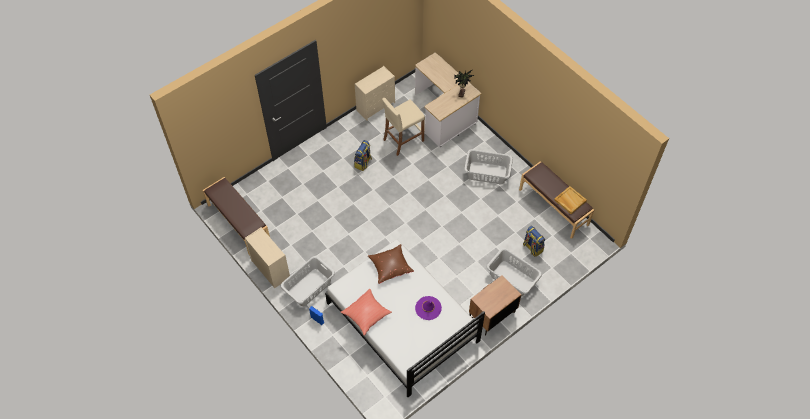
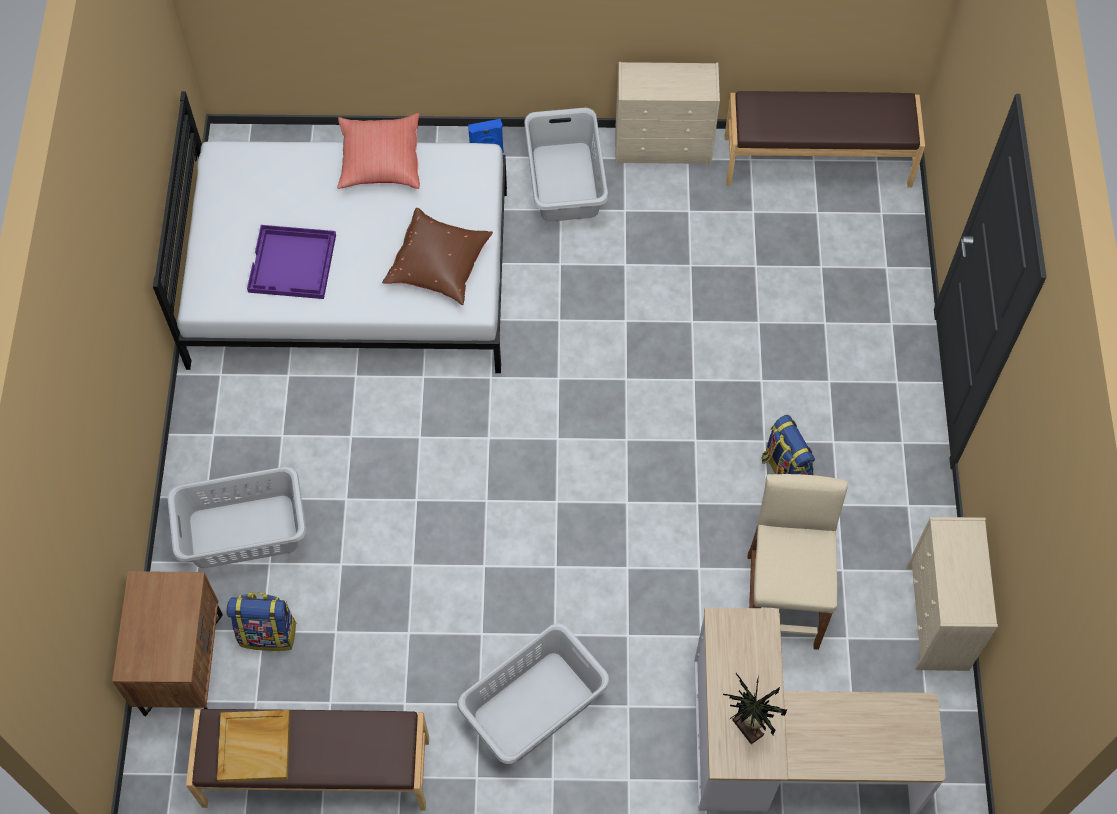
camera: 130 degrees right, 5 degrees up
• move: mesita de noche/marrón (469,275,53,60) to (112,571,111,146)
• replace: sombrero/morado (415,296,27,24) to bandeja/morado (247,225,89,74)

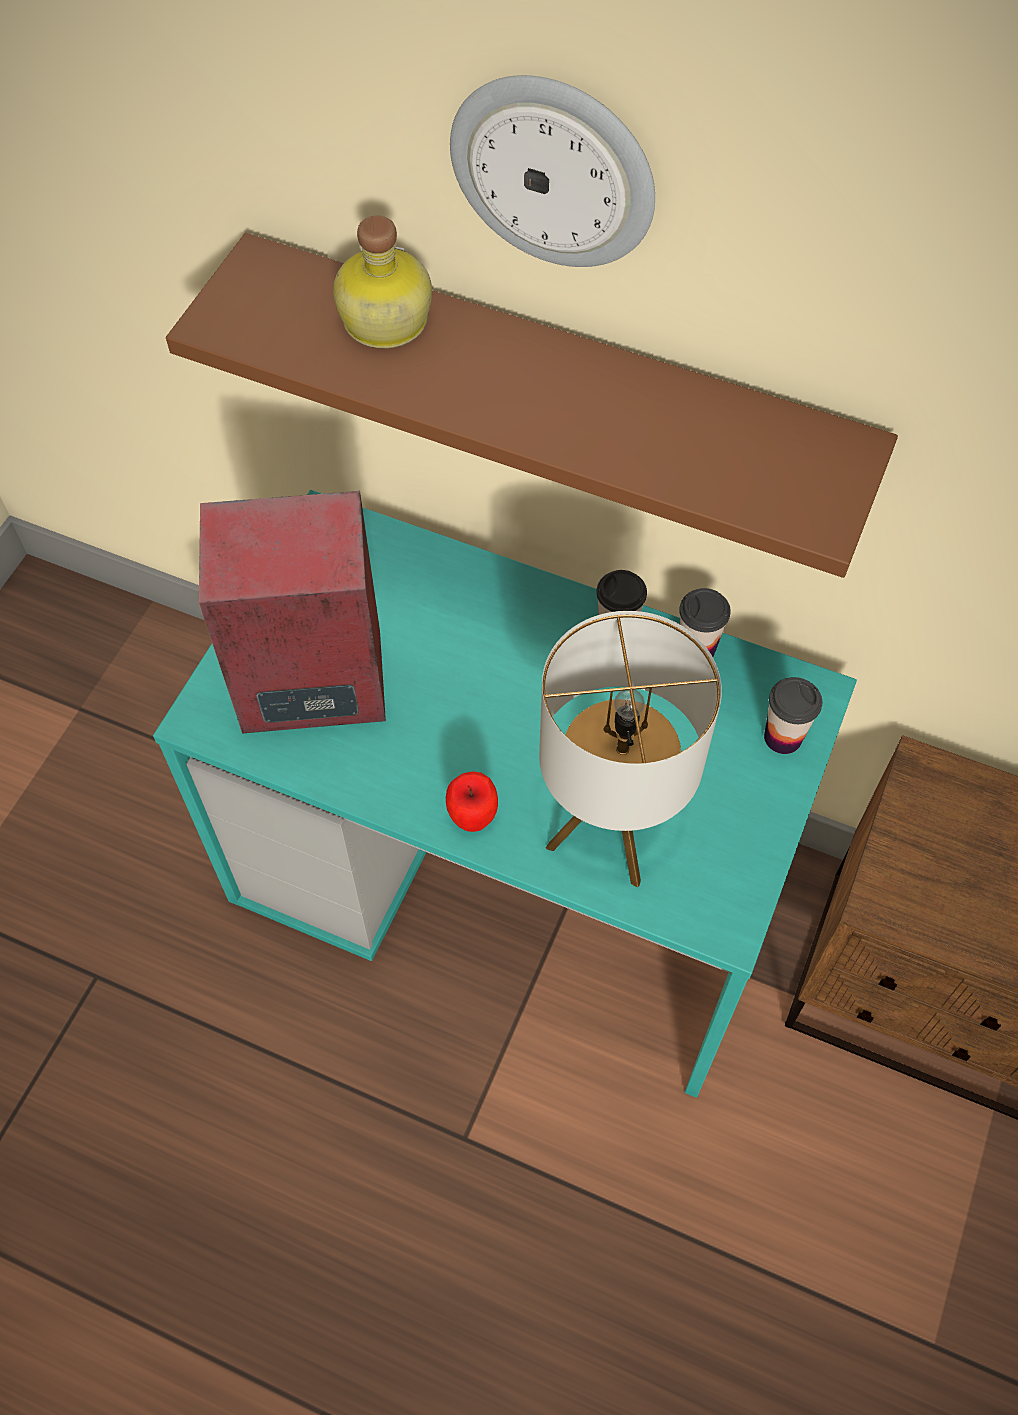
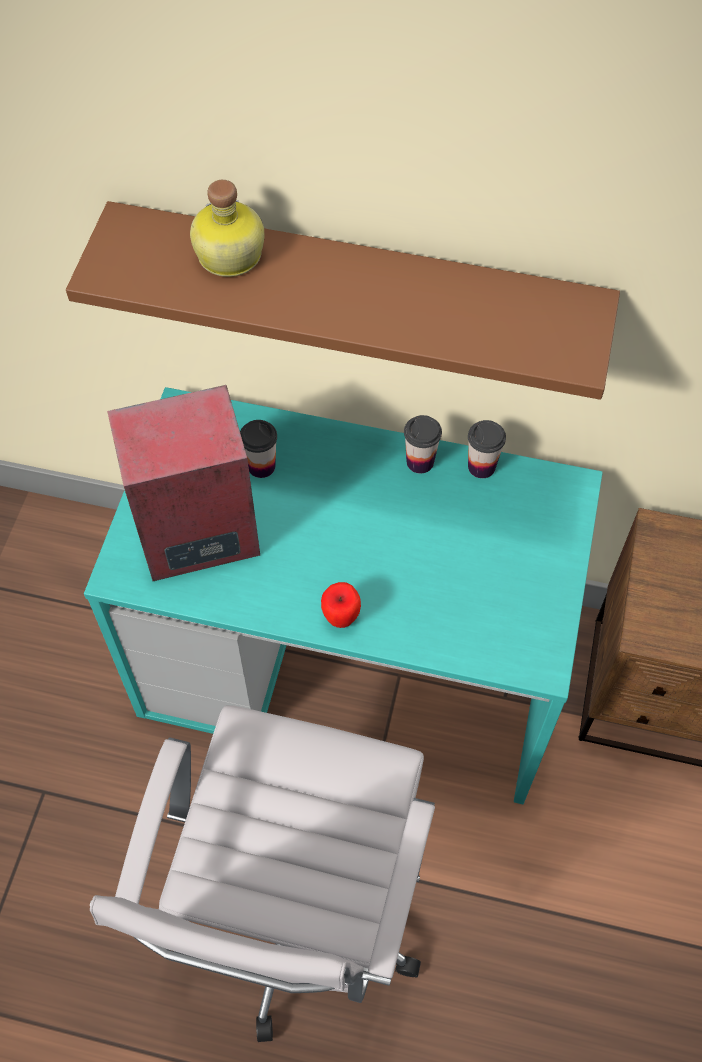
camera: 10 degrees left, 0 degrees up
• delete: reloj de pared (450,75,205,192)
• delete: lámpara de mesa (539,611,183,276)
• move: taza (764,677,58,77) to (240,420,37,58)
• insert: silla de oficina/blanco (90,705,345,337)

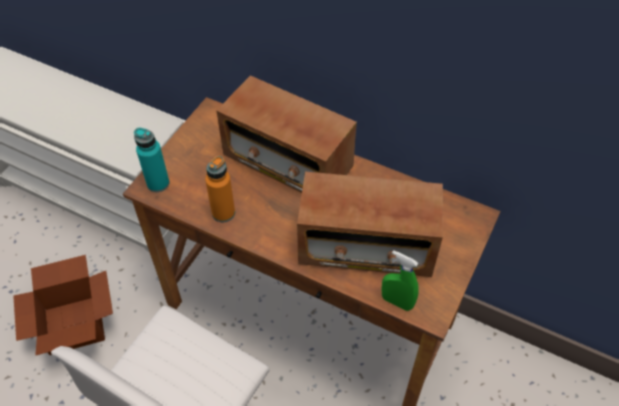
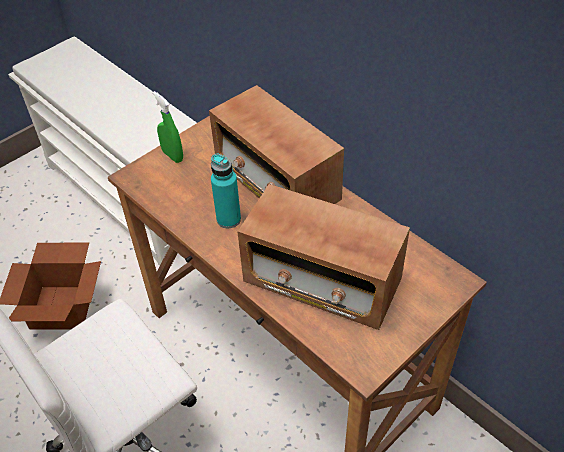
camera: 20 degrees right, 5 degrees down
• move: botella/turquesa (134,128,35,64) to (211,154,30,74)
• delete: botella/naranja (205,156,30,66)
• move: pulverizador/verde (382,250,37,61) to (153,91,30,72)

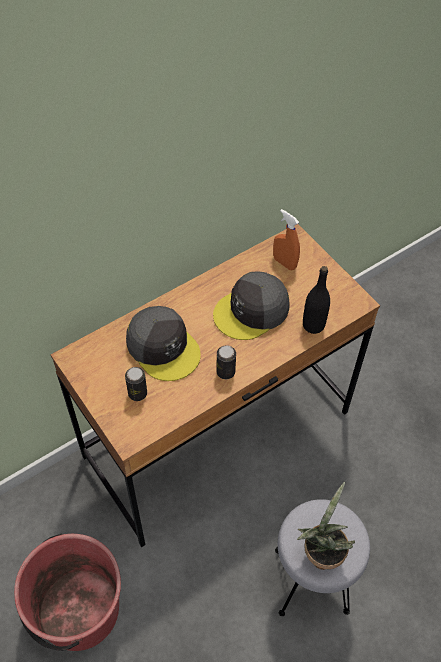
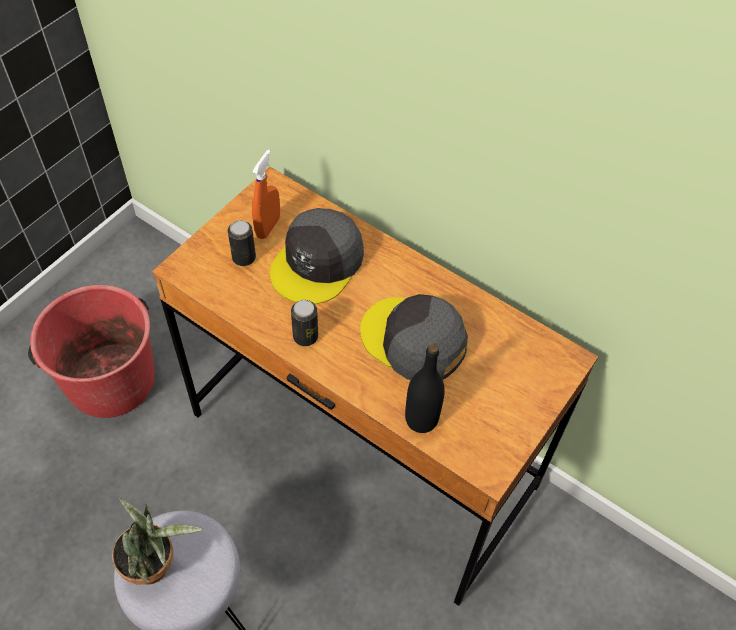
camera: 70 degrees right, 0 degrees up
• move: pulverizador/naranja (273,209,27,61) to (252,149,28,90)

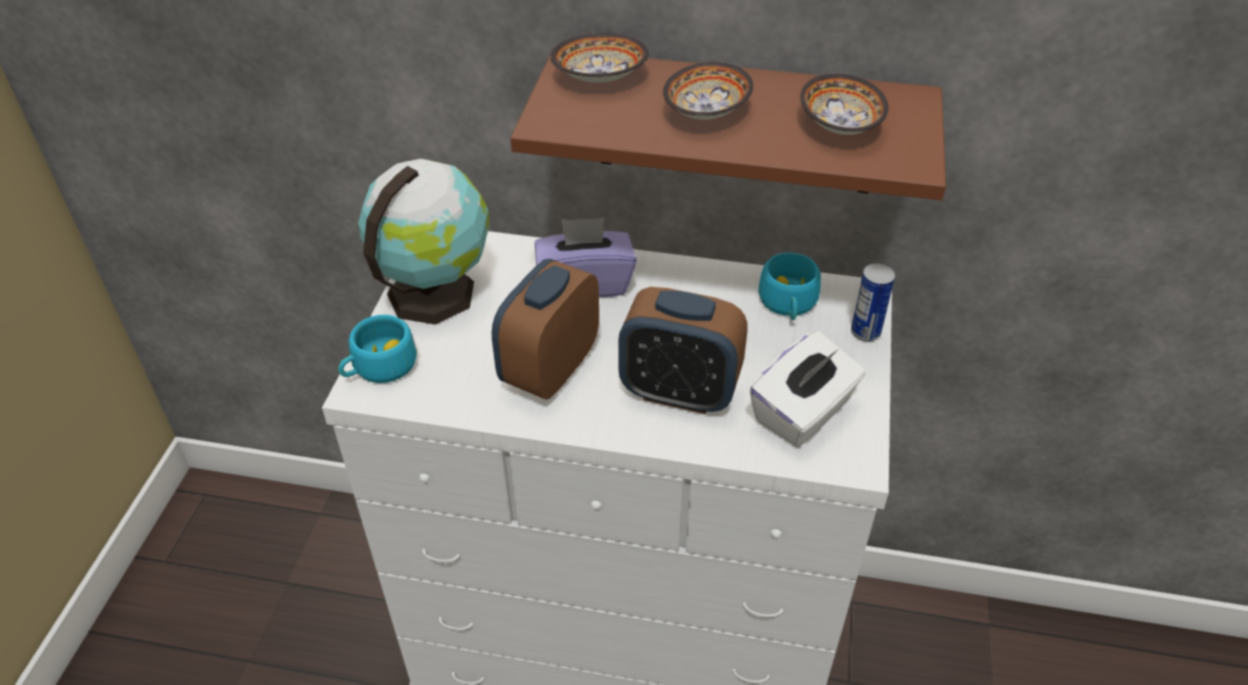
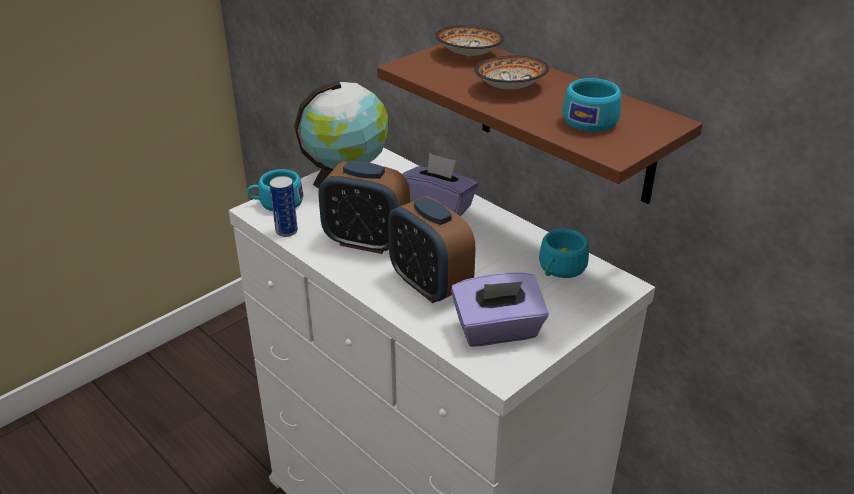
camera: 35 degrees right, 10 degrees down
• replace: cuenco (800,73,89,62) to taza/turquesa (563,78,58,54)
• rotate: despertador (492,259,107,141) = (319,161,91,93) 135 degrees counterclockwise
• move: lata (851,263,44,78) to (270,176,28,61)
• recolor: caja de pañuelos/blanco (749,331,117,116) to caja de pañuelos/morado (451,272,98,75)

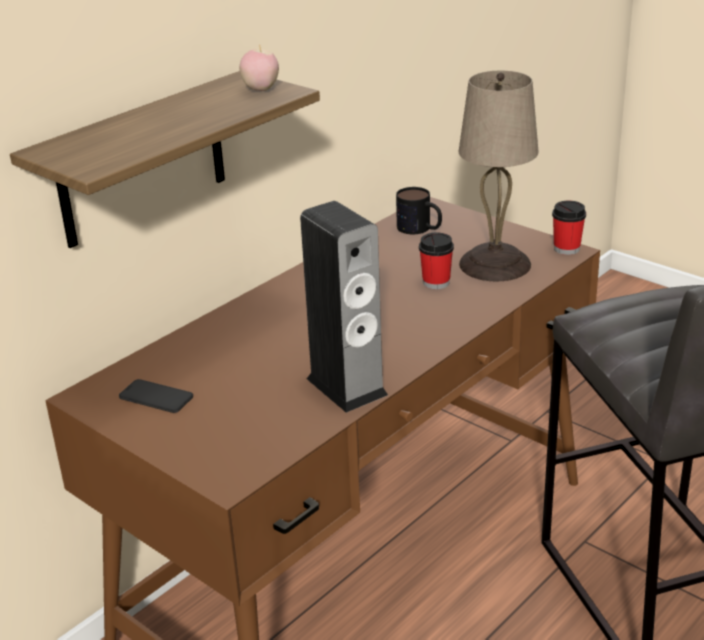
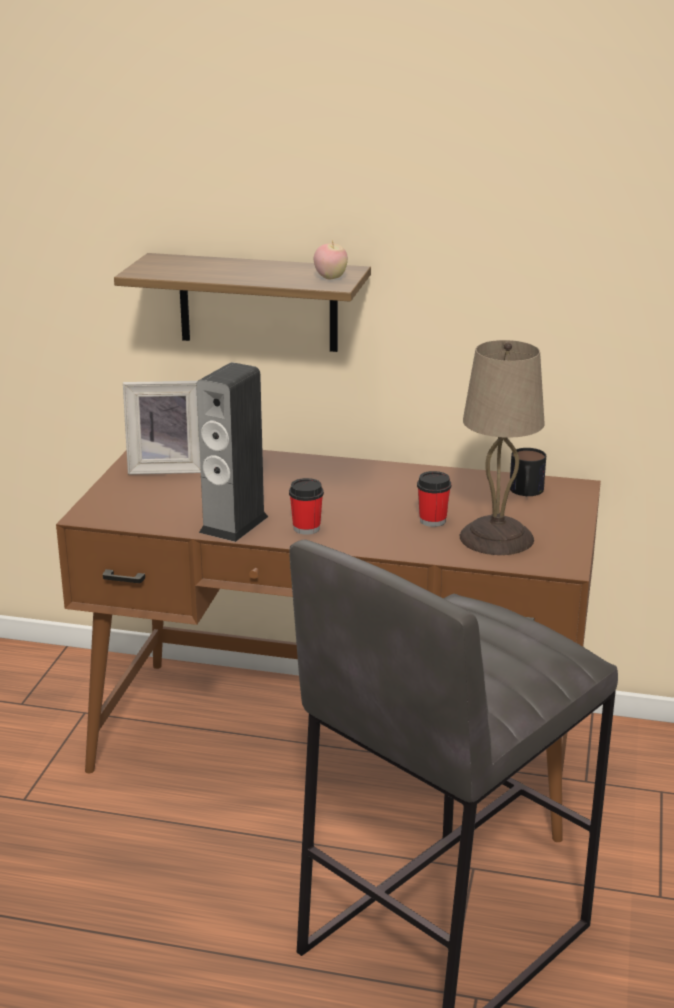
camera: 60 degrees right, 5 degrees down
• move: taza (552,201,34,54) to (289,478,35,57)
• replace: móvil (119,379,74,34) to portarretratos (123,381,78,94)

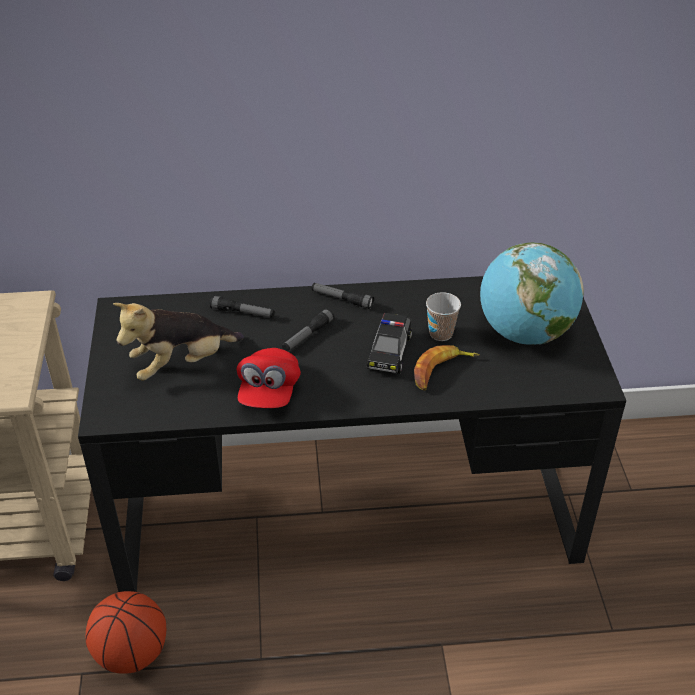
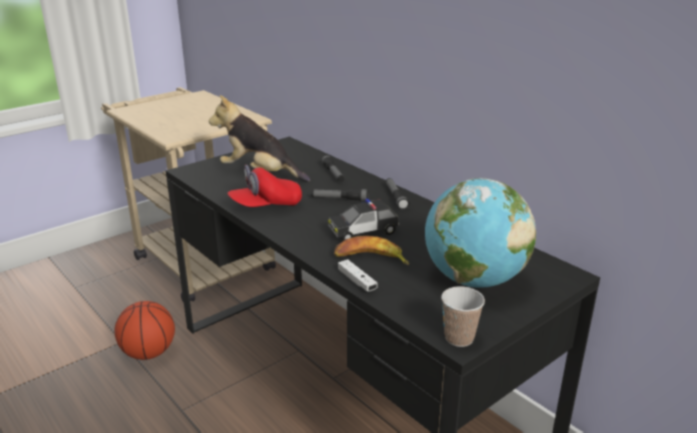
camera: 55 degrees right, 15 degrees down
• move: taza (426,292,35,49) to (441,286,44,61)
• insert: mando de consola/blanco (338,259,40,33)

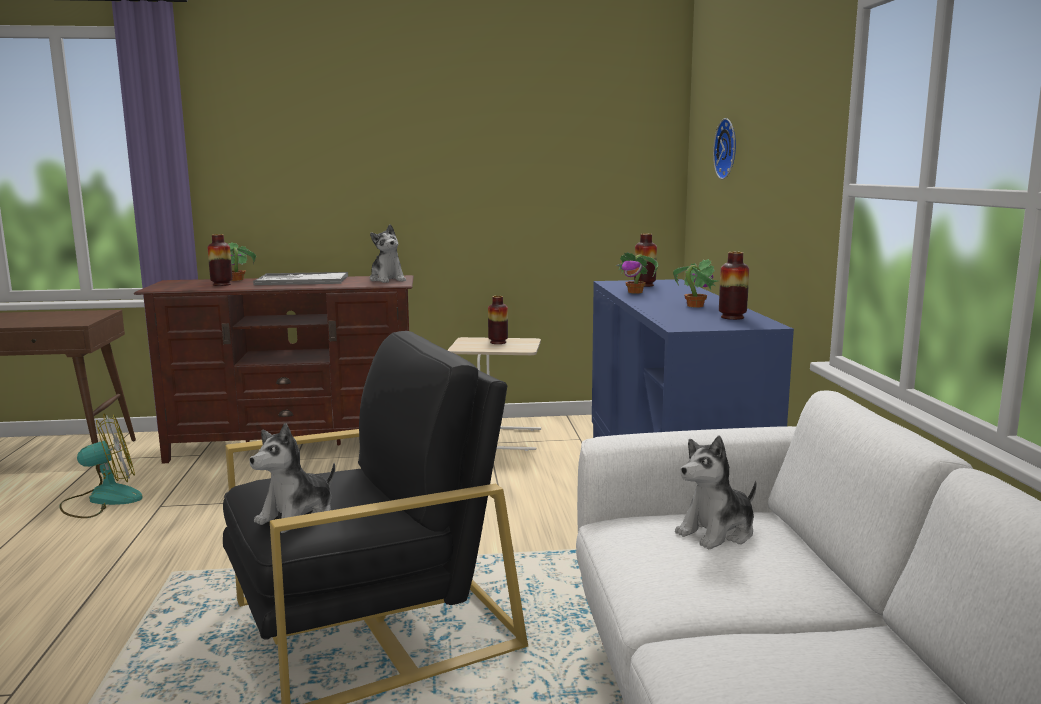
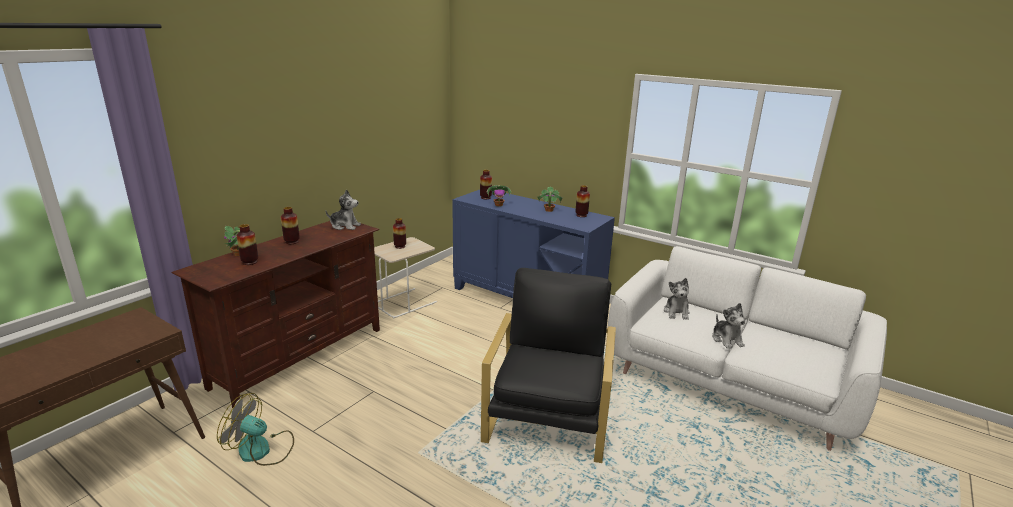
camera: 50 degrees left, 10 degrees up
• delete: reloj de pared (713,118,23,61)
• replace: bandeja (253,272,95,13) to florero (281,207,19,37)
• rotate: ventilador (59,414,84,104) = (217,393,77,73) 90 degrees counterclockwise
• move: peluche (250,423,85,110) to (712,303,33,46)

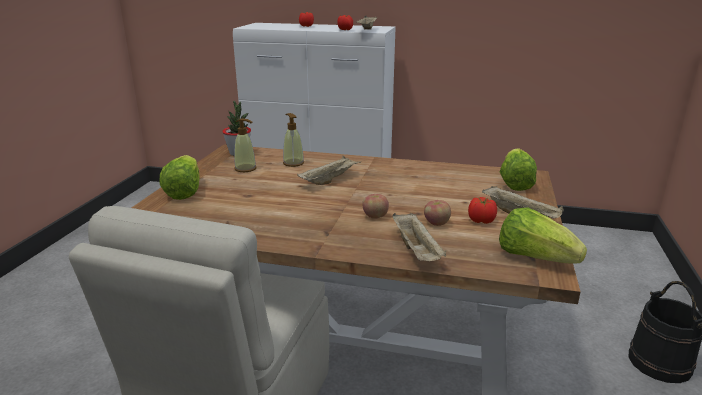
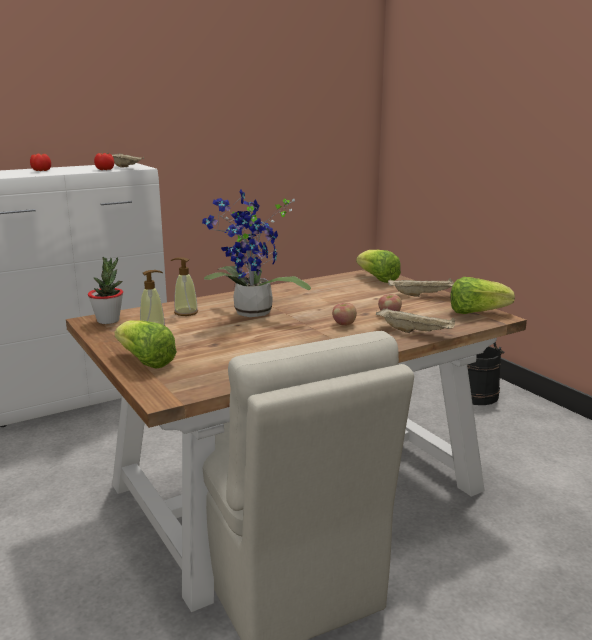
camera: 45 degrees left, 5 degrees down
• replace: bandeja/beis (297,156,64,29) to planta en maceta (202,190,109,127)
• delete: tomate (468,197,29,27)

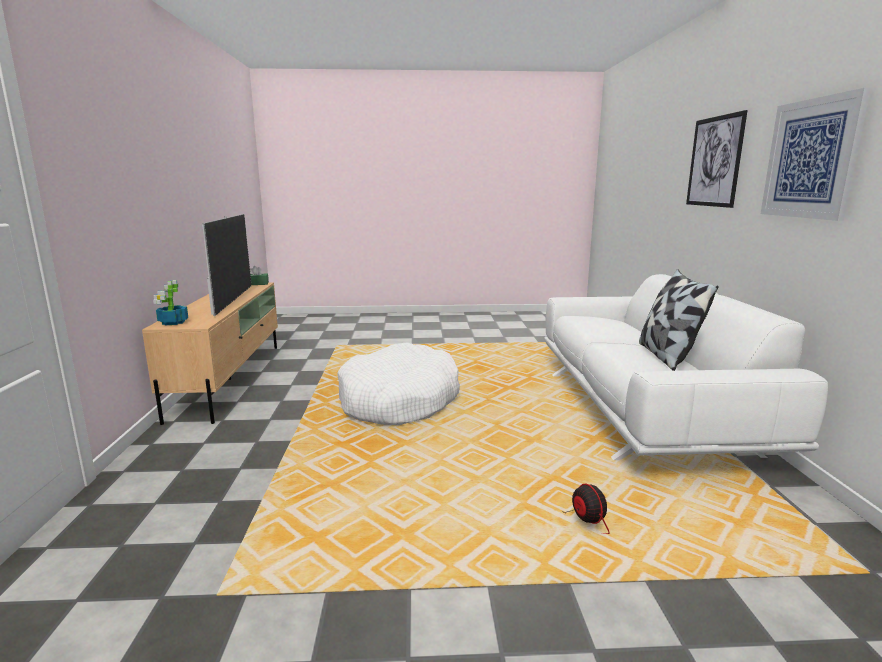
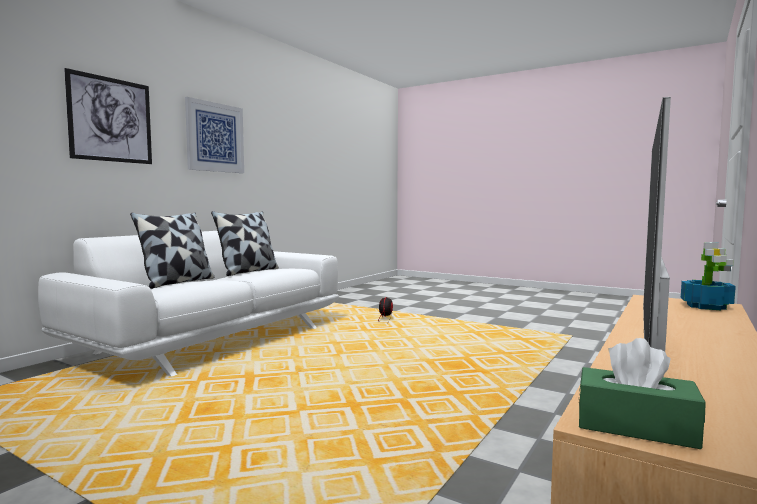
camera: 145 degrees left, 10 degrees down
• delete: cama para perro/blanco (337,342,123,83)
• insert: cojín (130,213,84,76)

